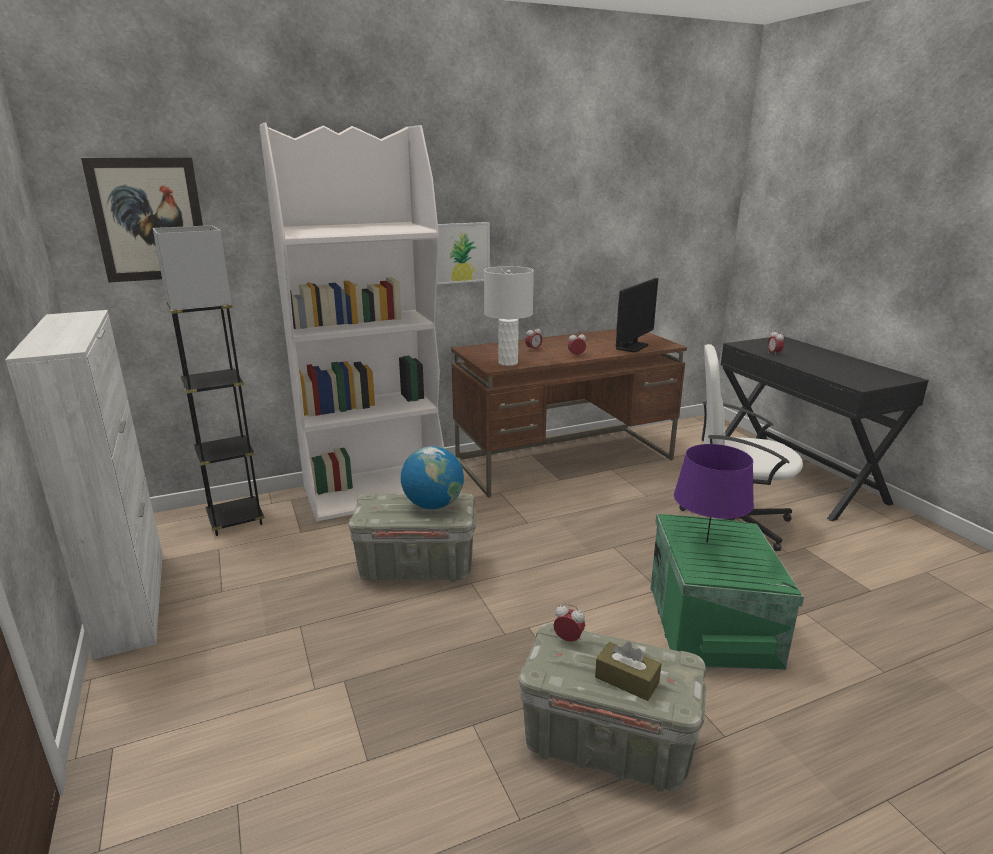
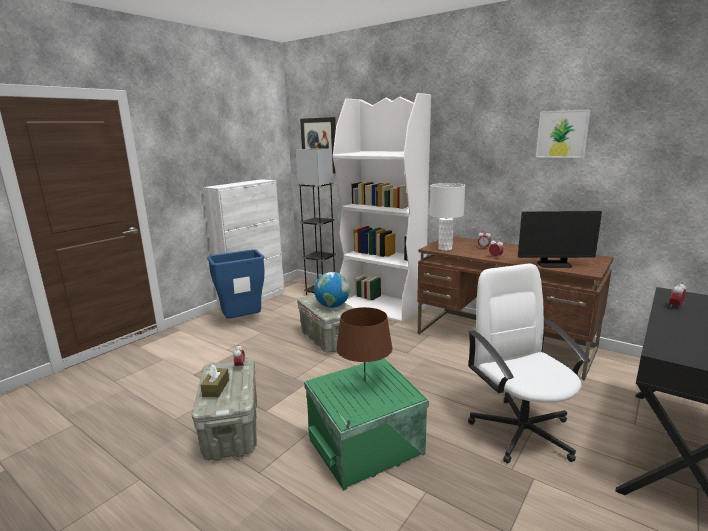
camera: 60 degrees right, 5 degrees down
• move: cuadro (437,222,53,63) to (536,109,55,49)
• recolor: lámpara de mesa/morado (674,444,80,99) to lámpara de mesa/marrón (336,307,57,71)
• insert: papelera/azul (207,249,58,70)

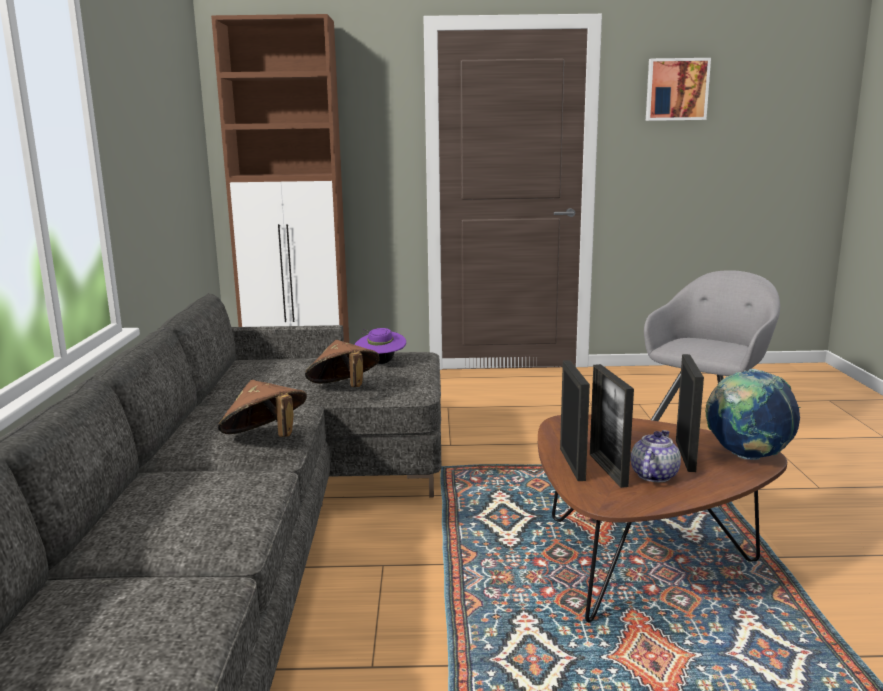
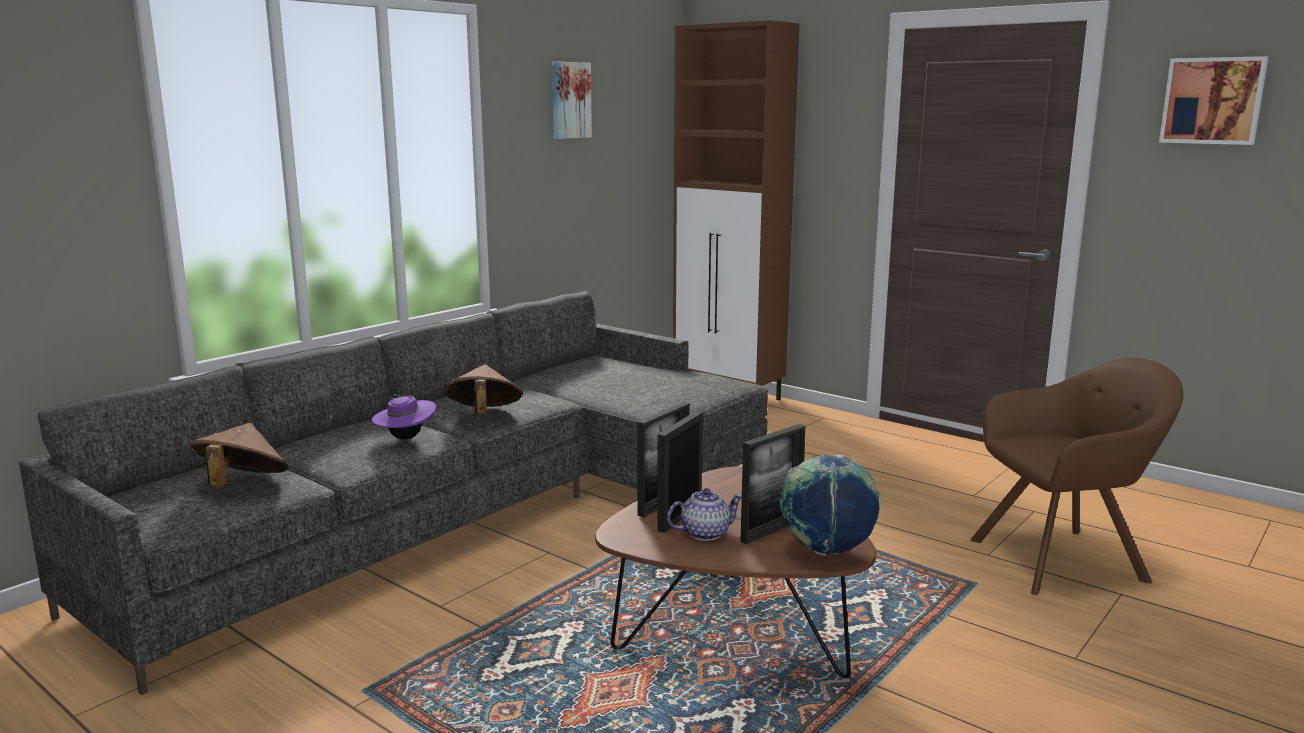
camera: 40 degrees right, 0 degrees up
• recolor: sillón/gris (644,270,136,151) to sillón/marrón (970,358,213,237)
• move: sombrero/morado (354,328,52,36) to (372,394,64,46)
• move: sombrero/marrón (305,340,75,47) to (189,423,100,65)
• insert: cuadro (552,62,40,77)

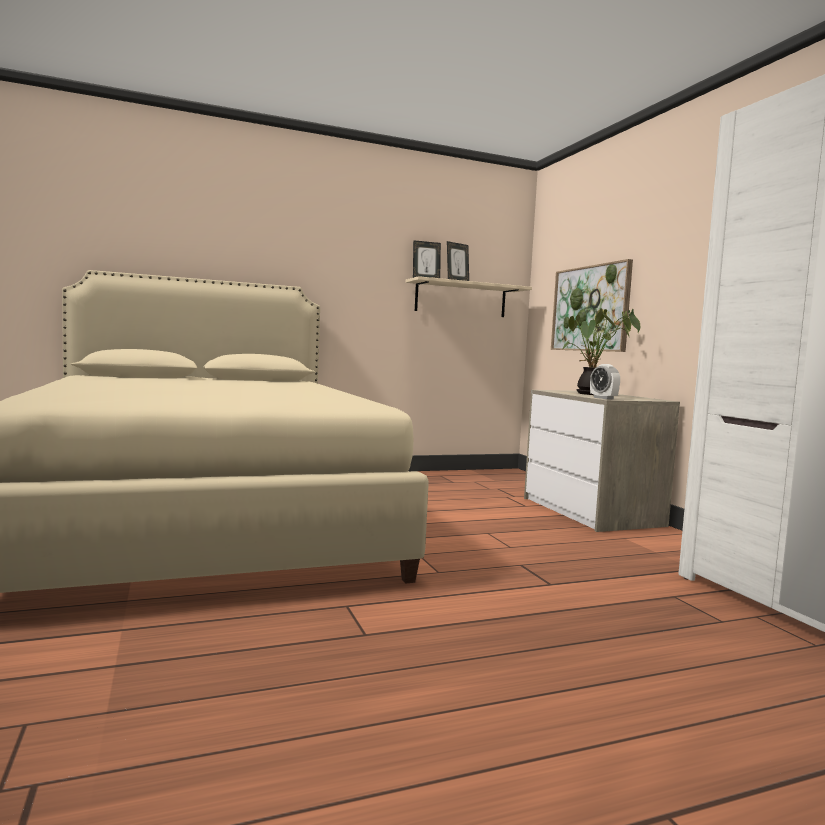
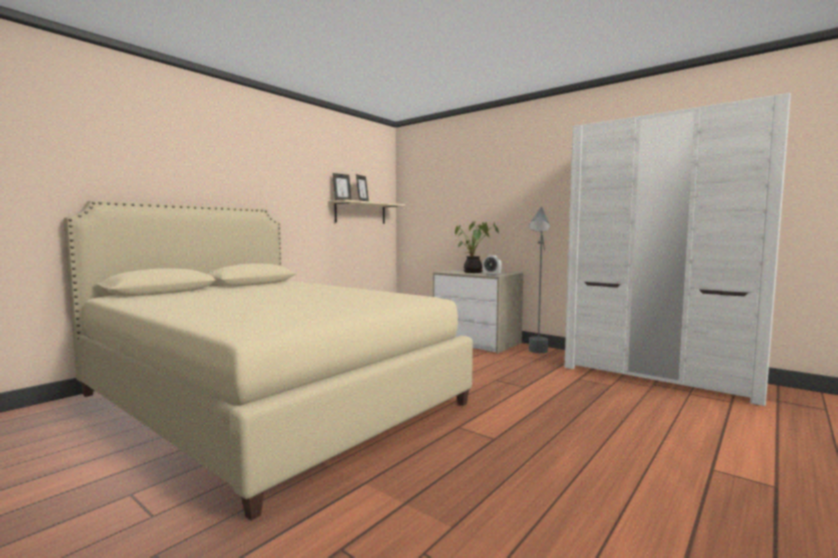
camera: 30 degrees left, 0 degrees up
• delete: cuadro (551,259,82,93)
• insert: lámpara de pie/gris (529,207,21,146)

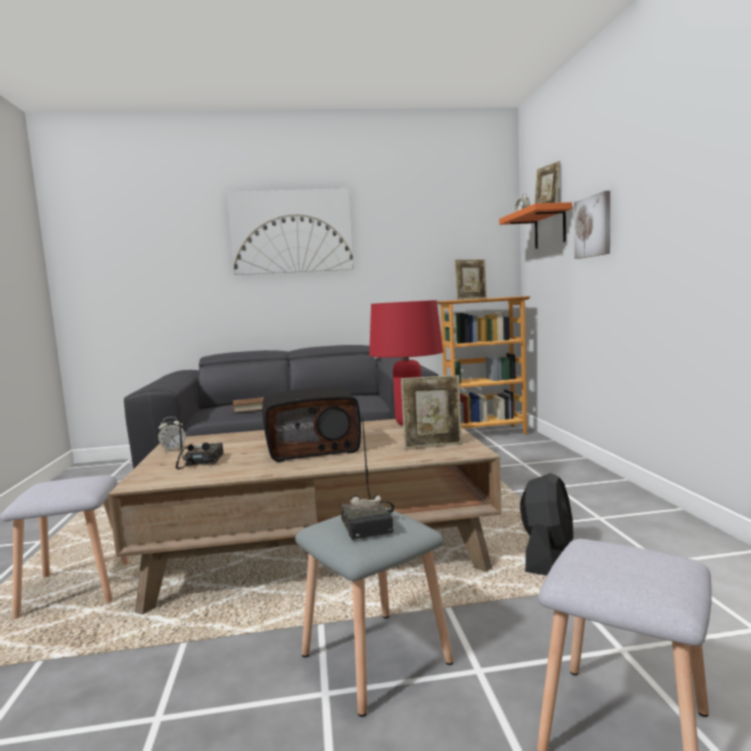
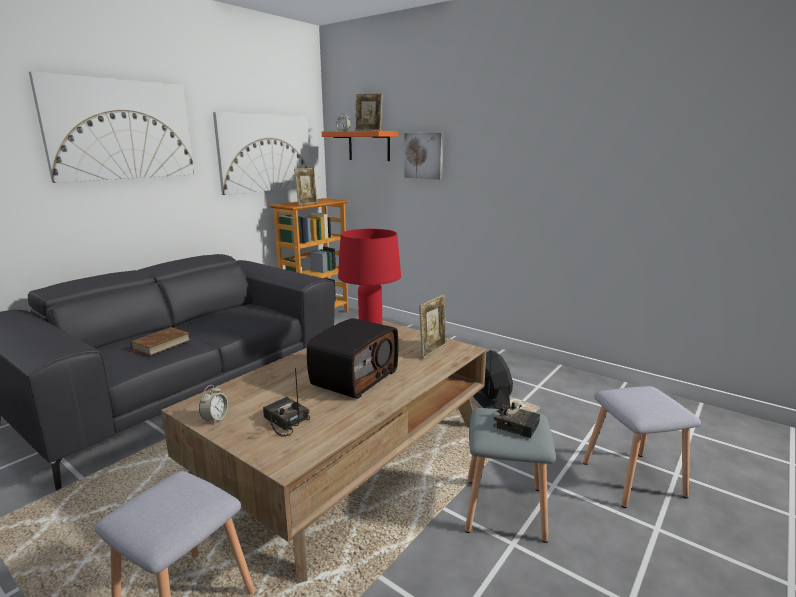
camera: 45 degrees left, 10 degrees up
• insert: cuadro (213,112,96,83)

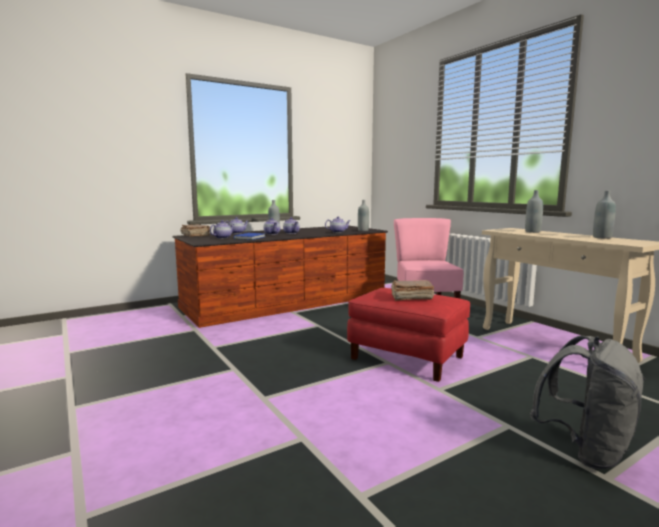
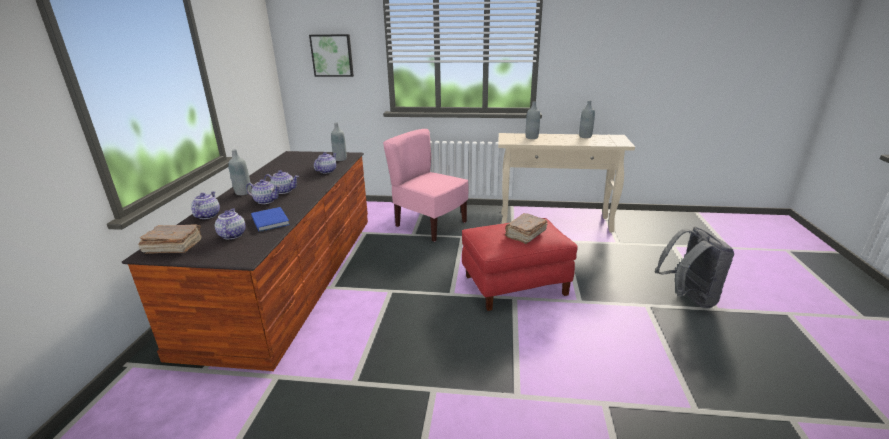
camera: 50 degrees left, 15 degrees up
• insert: cuadro (309,34,45,43)

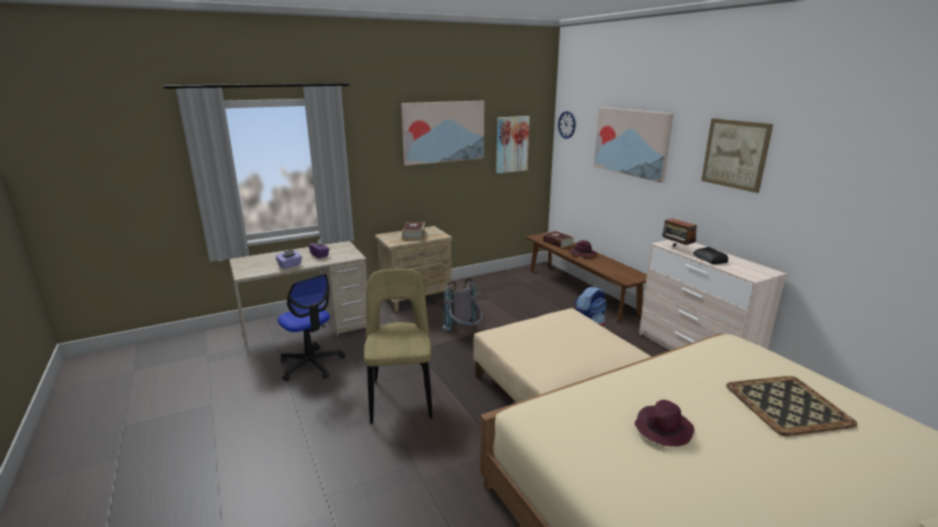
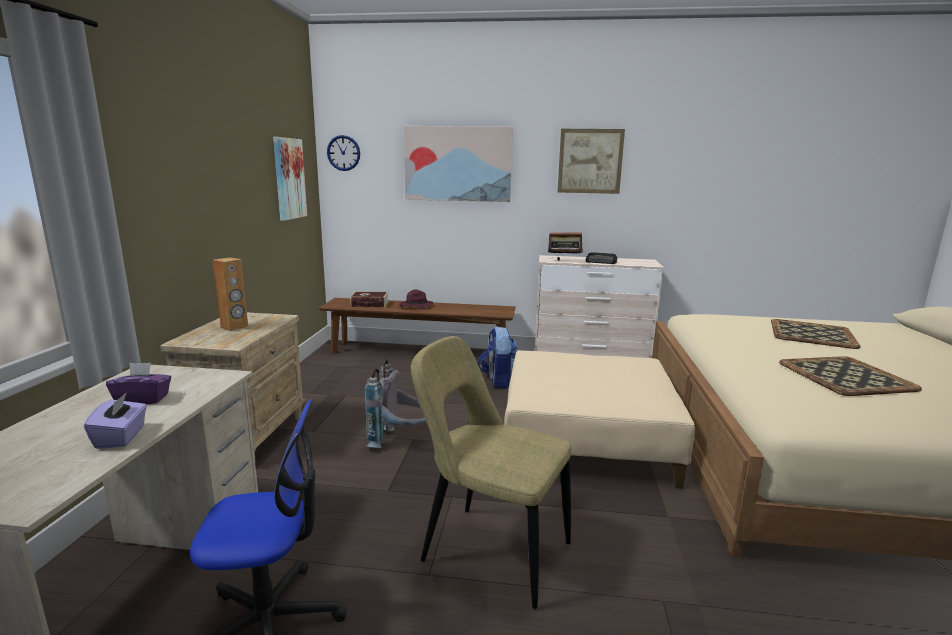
camera: 55 degrees left, 5 degrees down
• delete: cuadro (401,101,83,64)
• replace: libro (402,222,23,18) to altavoz/marrón (213,257,35,74)
• replace: sombrero/morado (635,400,59,46) to bandeja (779,356,143,40)

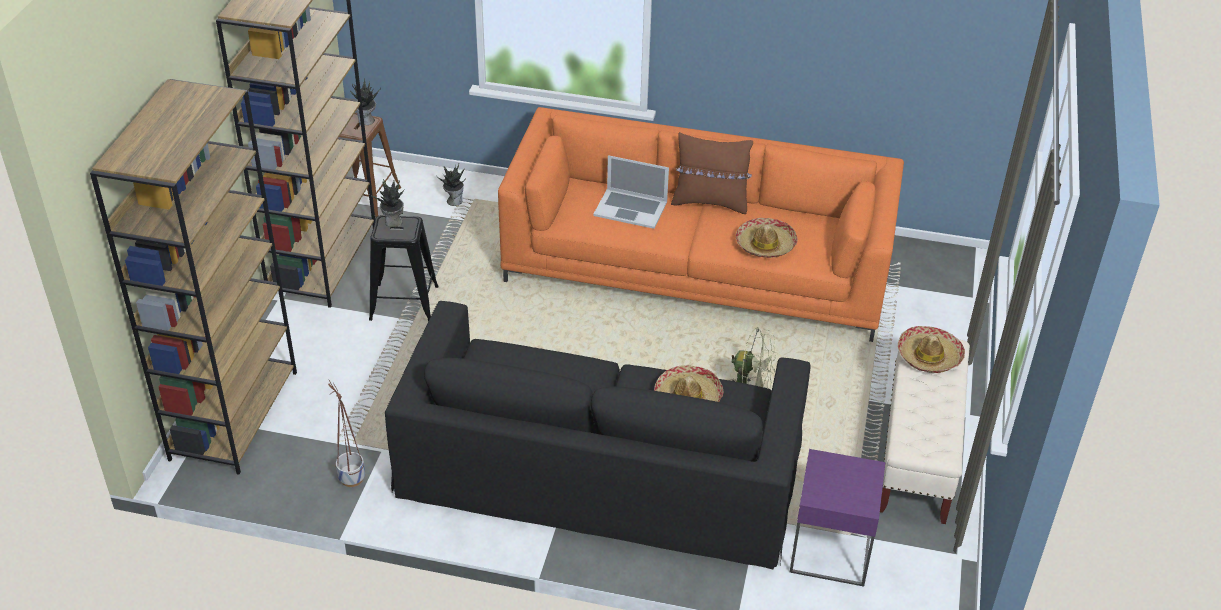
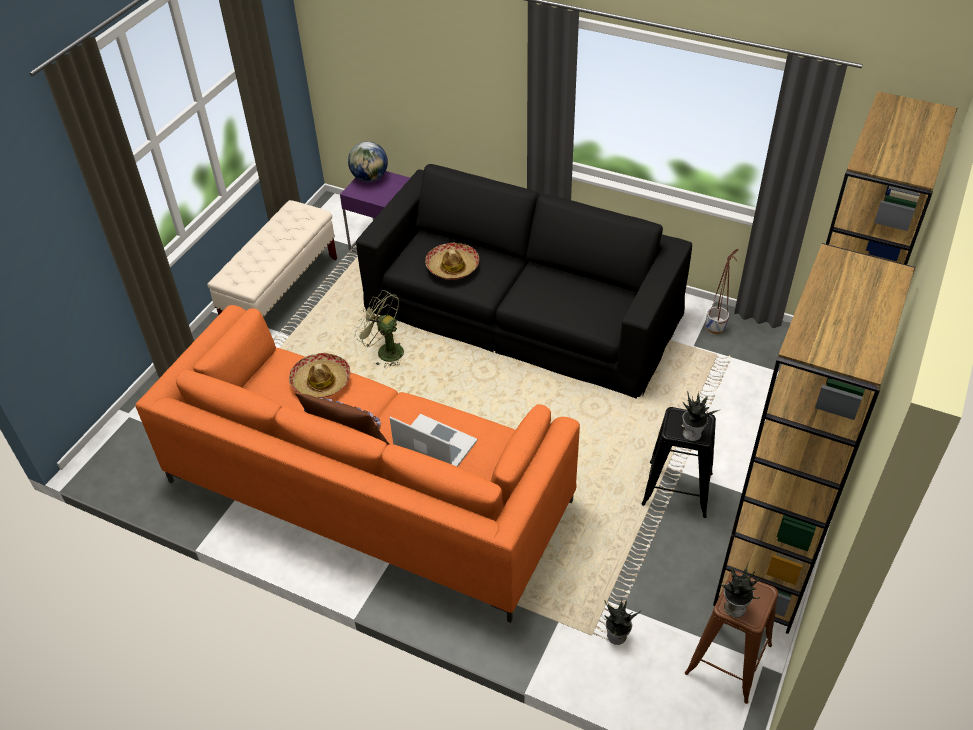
camera: 165 degrees left, 5 degrees up
• delete: sombrero (898,326,67,47)
• insert: globo terráqueo (348,141,40,41)

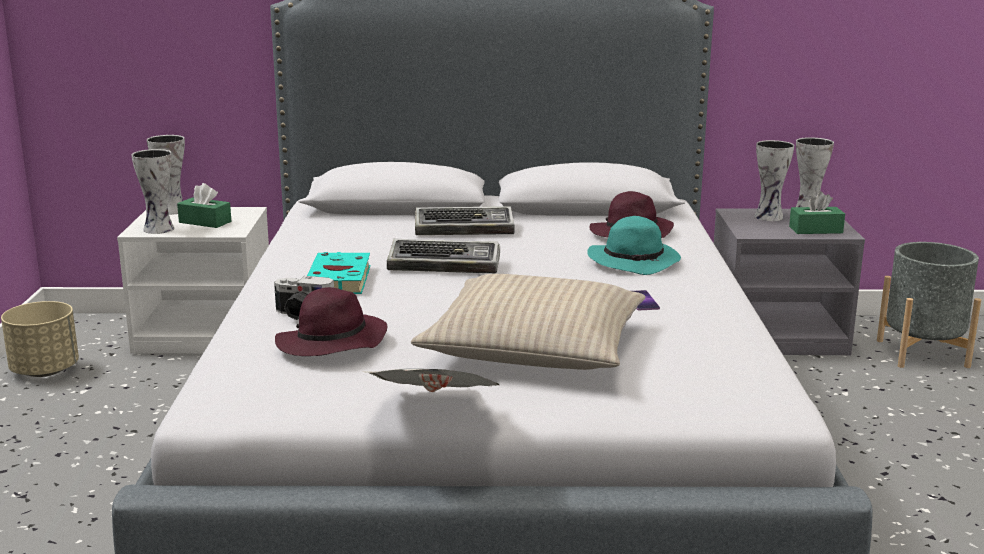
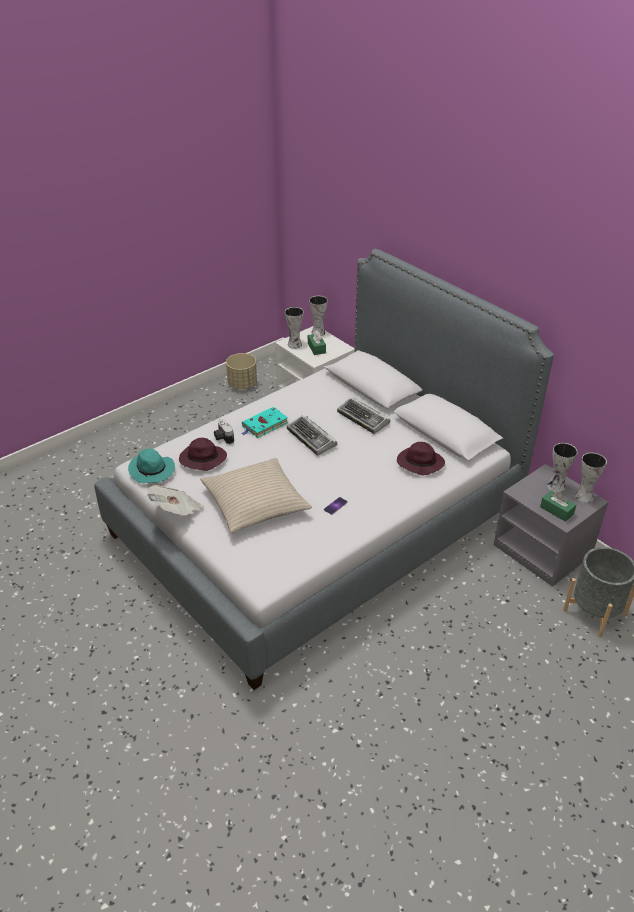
camera: 50 degrees right, 20 degrees up
• move: sombrero/turquesa (587,216,94,59) to (128,449,47,34)

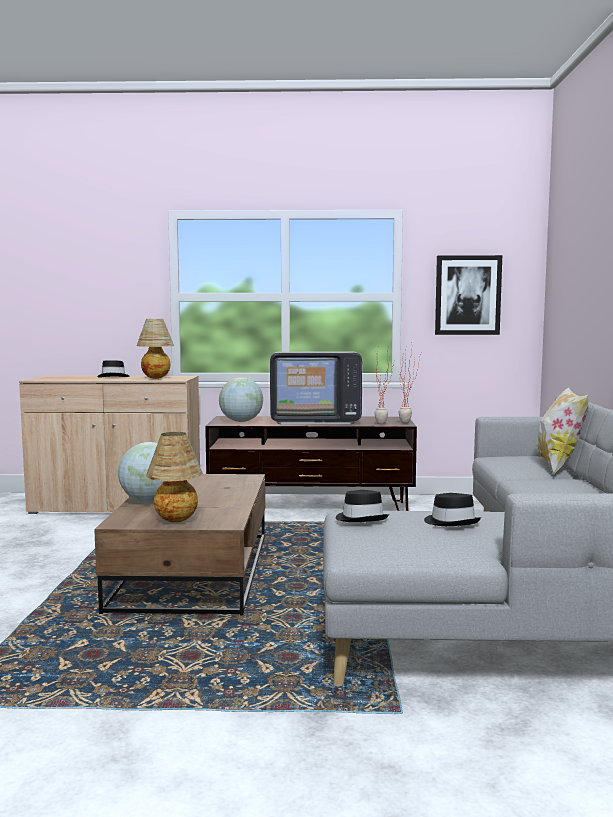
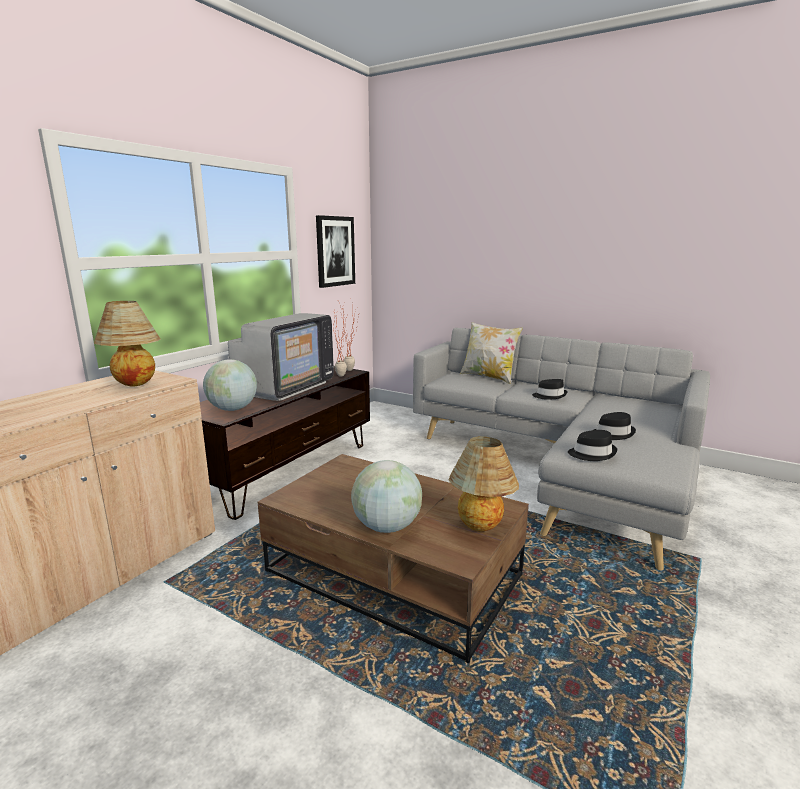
camera: 60 degrees left, 10 degrees up
• move: sombrero/negro (97,360,32,18) to (532,379,36,21)

